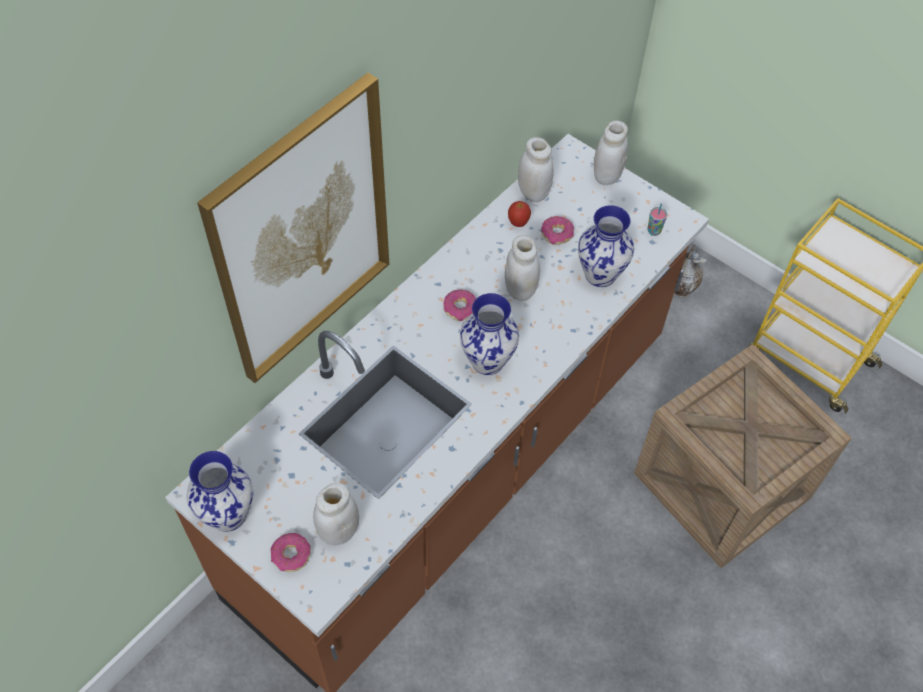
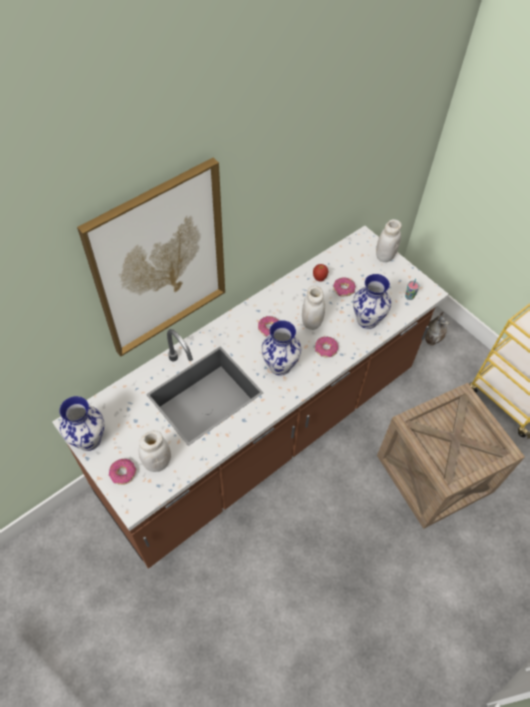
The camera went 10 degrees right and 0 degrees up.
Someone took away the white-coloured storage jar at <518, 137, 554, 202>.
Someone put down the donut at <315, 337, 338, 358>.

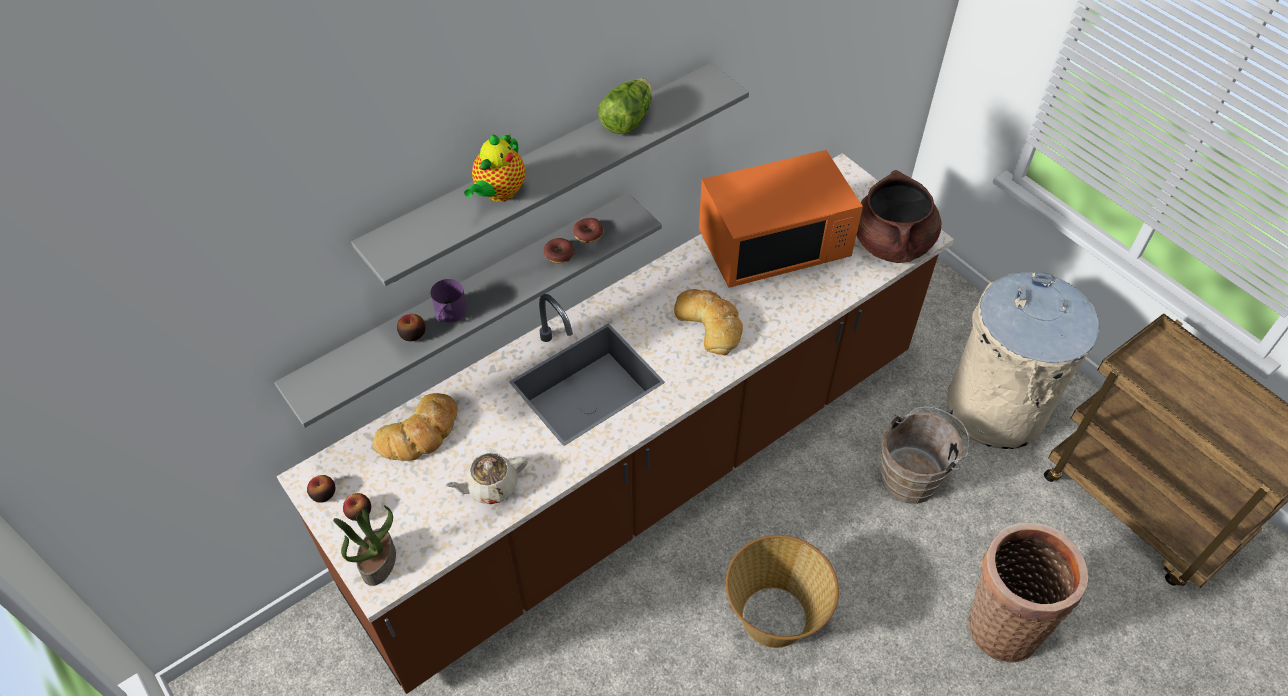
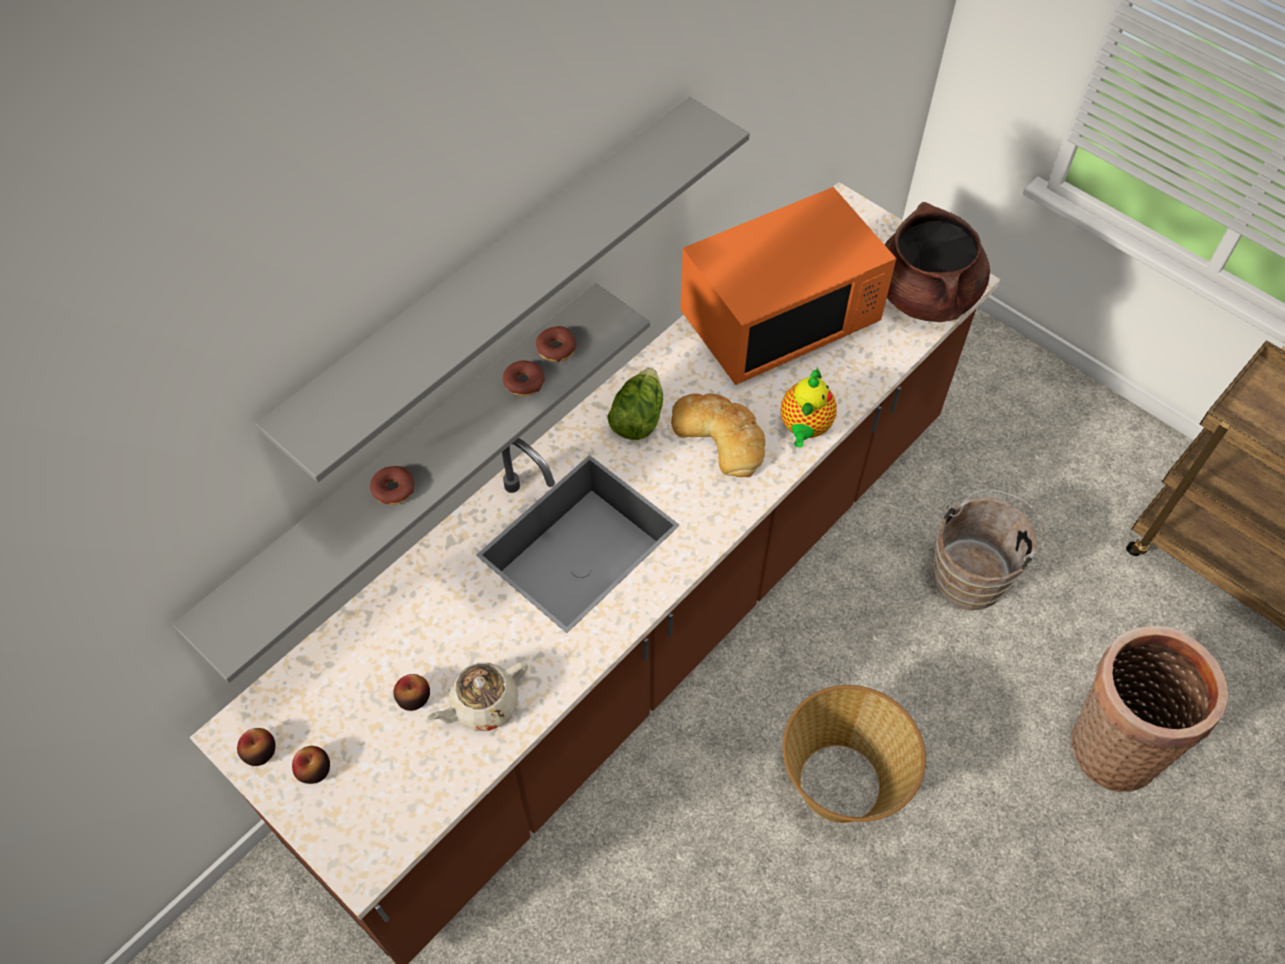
The camera went 10 degrees left and 5 degrees up.
Someone took away the plant in a pot at <333, 505, 396, 586>.
Someone took away the bread at <372, 393, 458, 461>.
Someone carried the apple from <397, 314, 426, 341> to <393, 674, 430, 711>.
Someone swapped the purple-coloured coffee mug at <430, 279, 466, 322> for the donut at <370, 466, 414, 505>.
Someone carried the pot for tea from <464, 134, 525, 202> to <781, 367, 837, 448>.
Someone carried the lettuce head from <598, 78, 652, 134> to <607, 368, 663, 440>.
Someone took away the beige trash can at <946, 272, 1100, 449>.

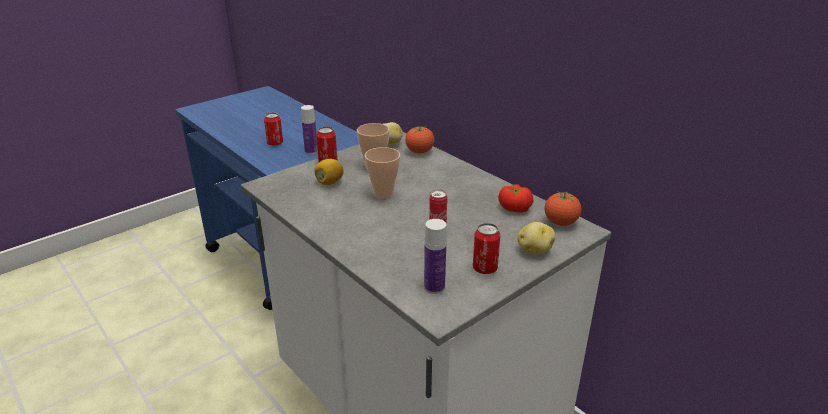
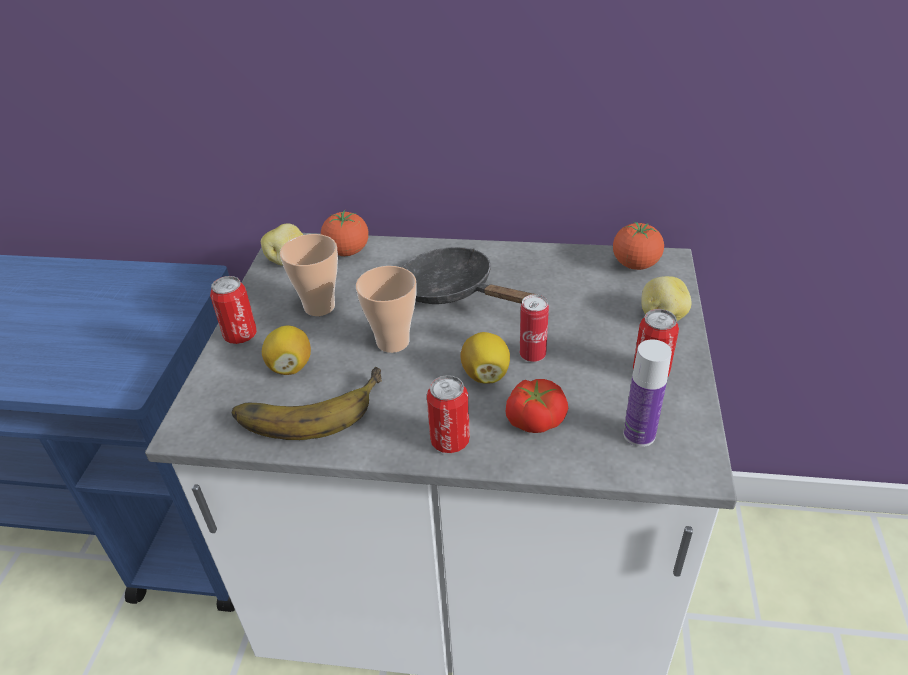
The camera went 40 degrees left and 10 degrees up.
Someone carried the metal can from <264, 113, 283, 146> to <427, 375, 470, 453>.
Someone took away the beverage bottle at <301, 105, 318, 154>.
Someone carried the fresh tomato from <498, 184, 533, 213> to <505, 379, 568, 433>.
Someone put down the banana at <232, 367, 382, 440>.
Someone put down the blackish skillet at <402, 247, 537, 304>.
Someone put down the whole lemon at <460, 332, 510, 383>.

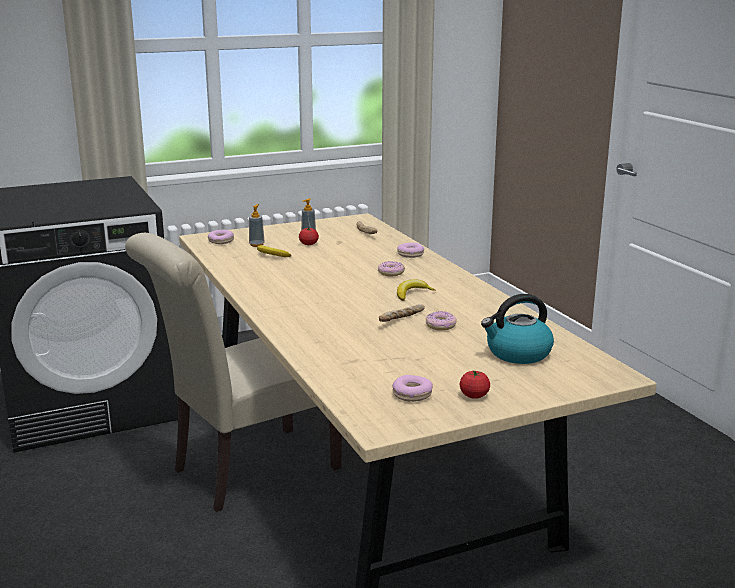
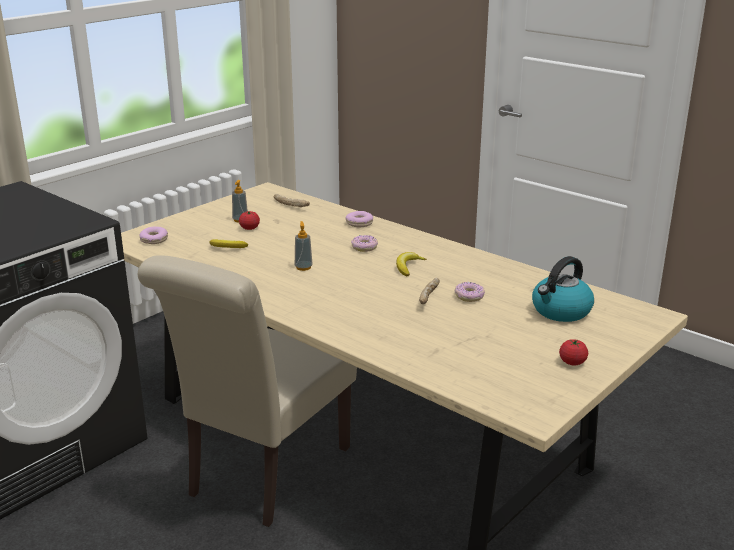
The camera went 25 degrees left and 5 degrees up.
Someone carried the soap bottle from <249, 204, 265, 247> to <295, 221, 313, 271>.
Someone took away the donut at <392, 375, 433, 402>.

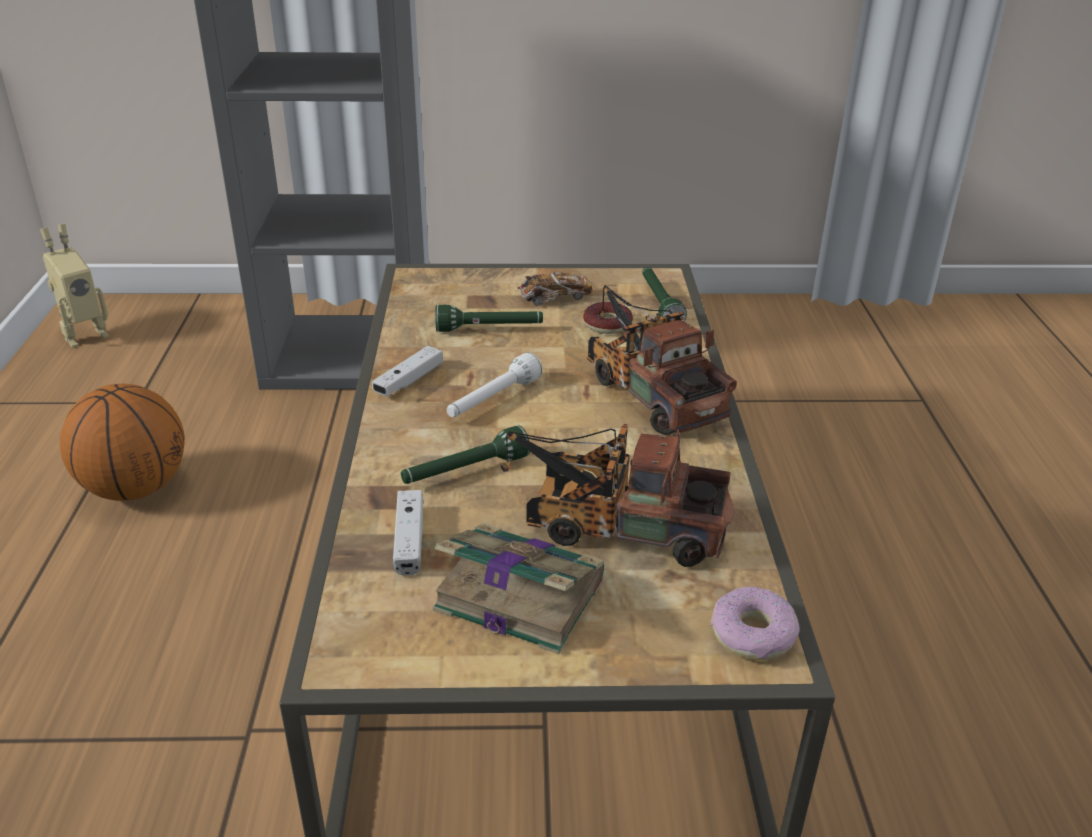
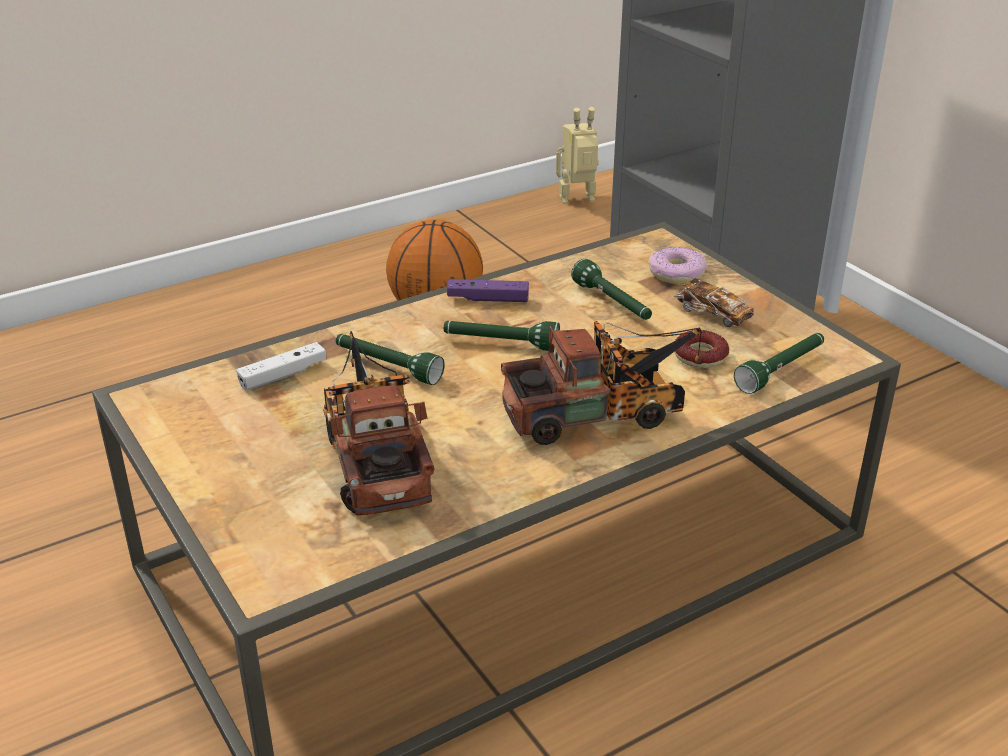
The camera went 60 degrees right and 0 degrees up.
Someone rotated the toy robot at <40, 224, 109, 348> by 150 degrees clockwise.
Someone repainted the white-coloured gamepad at <372, 346, 443, 396>, which became the purple-coloured gamepad at <447, 279, 529, 302>.
Someone took away the bound book at <433, 523, 604, 654>.
Someone repainted the white-coloured flashlight at <447, 352, 543, 417>, which became the greenish flashlight at <444, 321, 560, 351>.
Someone rotated the toy lorry at <587, 285, 737, 435> by 45 degrees clockwise.
Someone carried the donut from <711, 587, 800, 660> to <648, 247, 707, 284>.

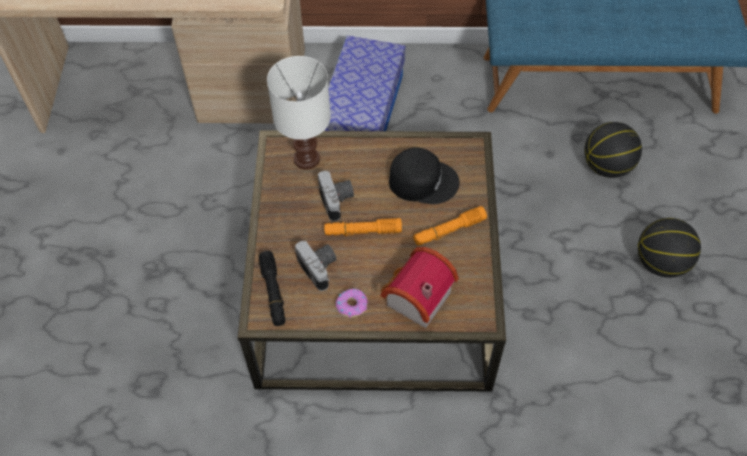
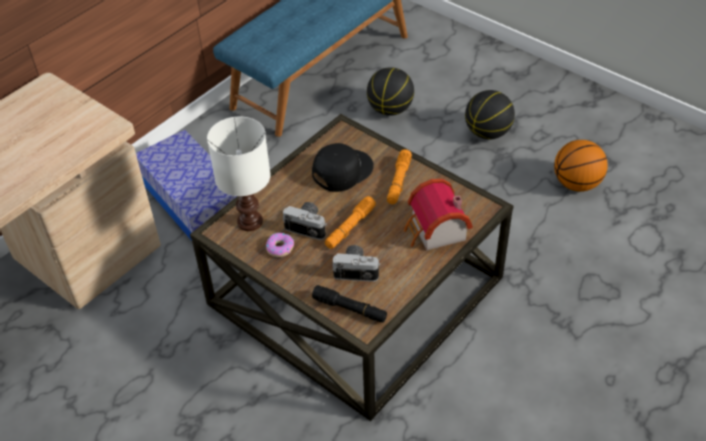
The camera went 50 degrees left and 10 degrees down.
Someone carried the donut from <336, 289, 368, 318> to <266, 233, 294, 257>.
Someone put down the basketball at <554, 140, 608, 192>.

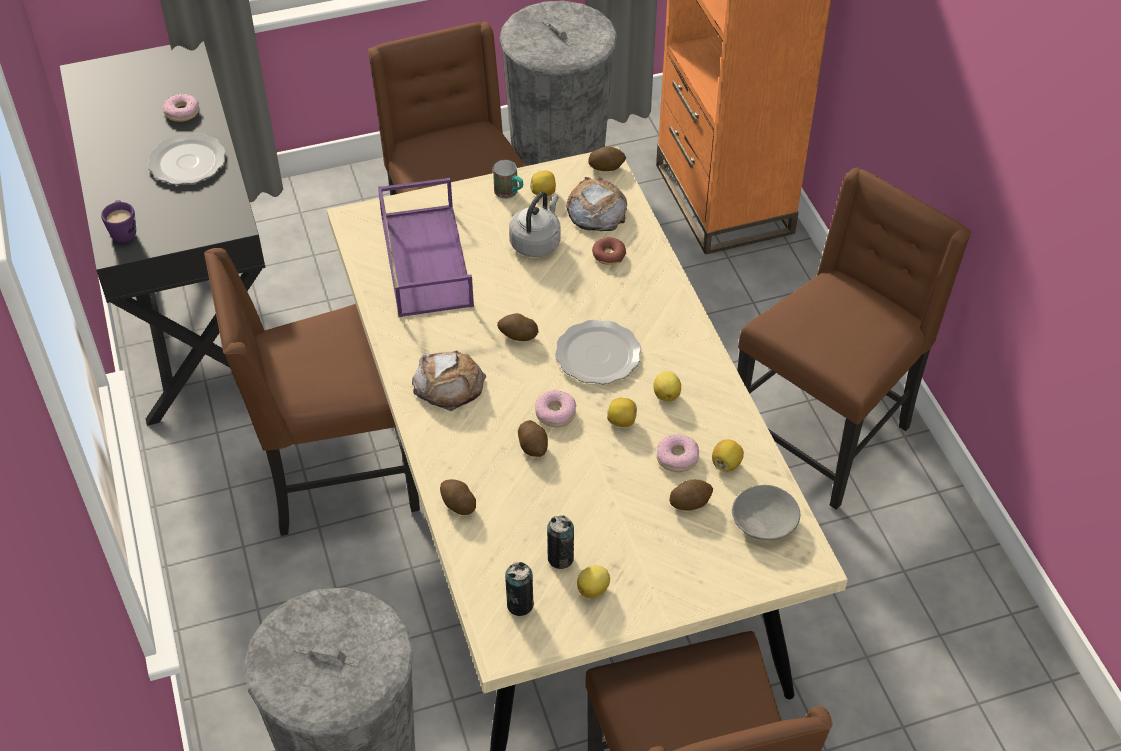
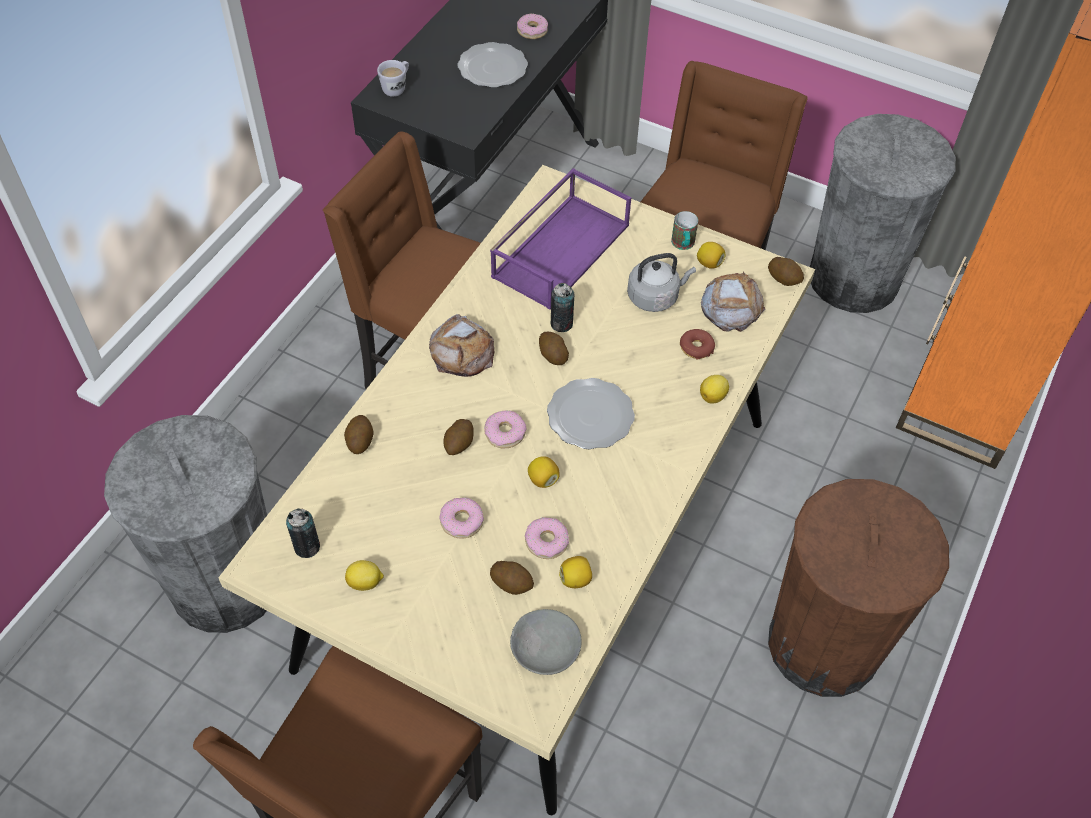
The camera went 45 degrees right and 5 degrees up.
Someone repainted the purple-coloured coffee mug at <101, 200, 136, 242>, which became the white-coloured coffee mug at <377, 60, 409, 97>.
Someone carried the metal can from <547, 515, 574, 569> to <550, 283, 574, 332>.
Someone carried the whole lemon from <654, 371, 681, 402> to <700, 375, 729, 404>.
Someone swapped the brown chair at <737, 167, 971, 510> for the brown trash can at <768, 479, 949, 697>.
Someone put down the donut at <439, 497, 484, 539>.

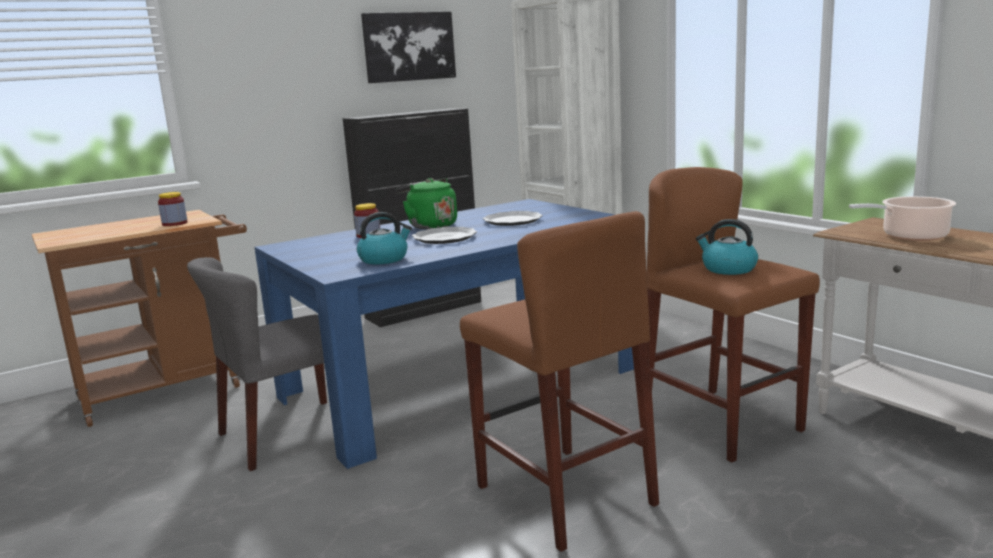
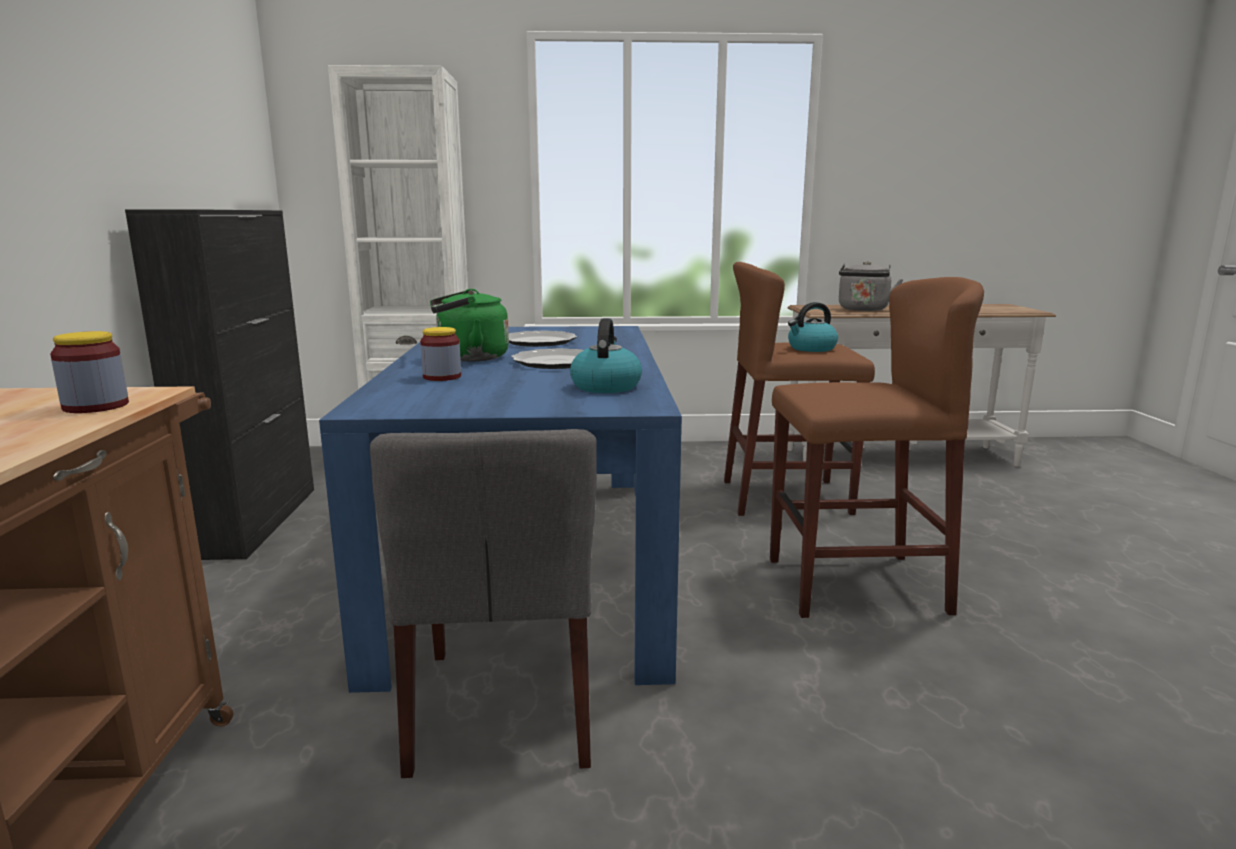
The camera went 60 degrees left and 0 degrees up.
Someone took away the picture at <361, 12, 456, 83>.
Someone swapped the cooking pot at <849, 196, 956, 241> for the gray tea kettle at <839, 261, 904, 311>.

